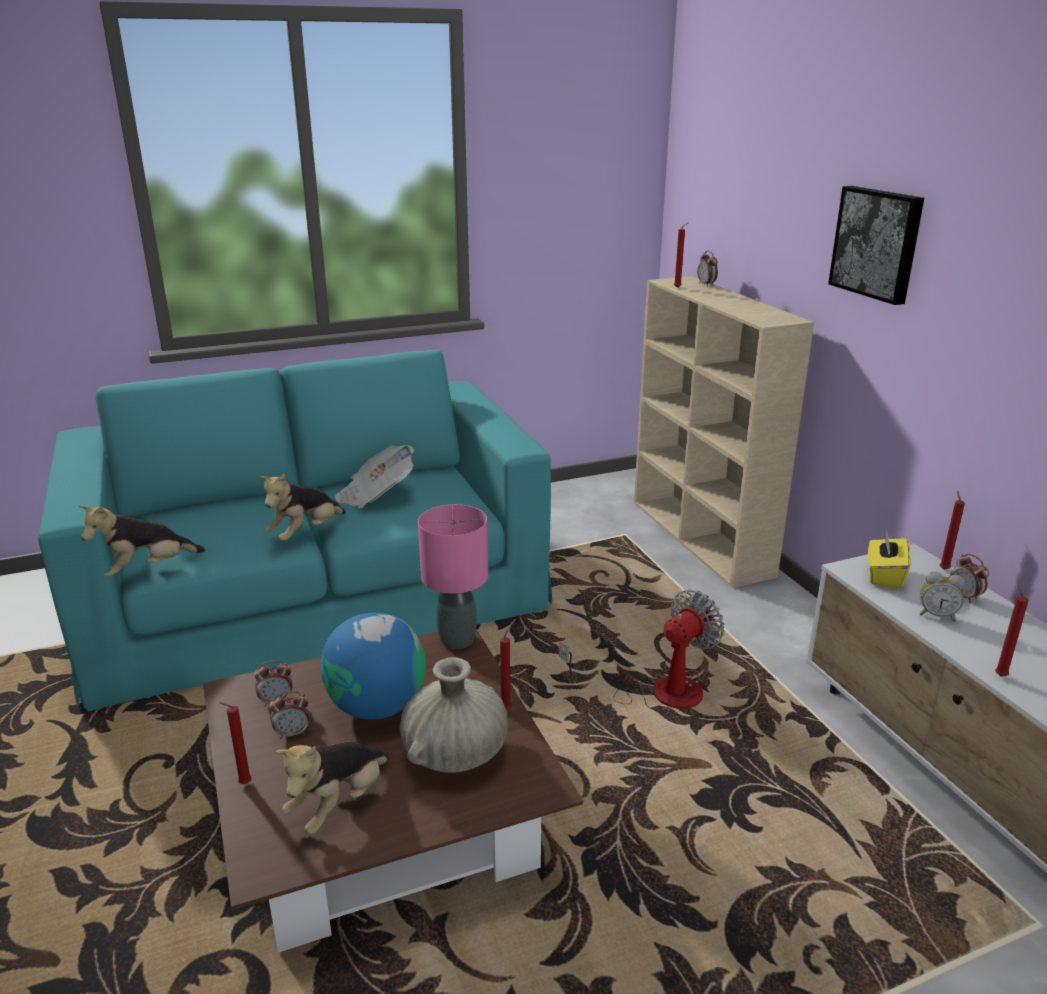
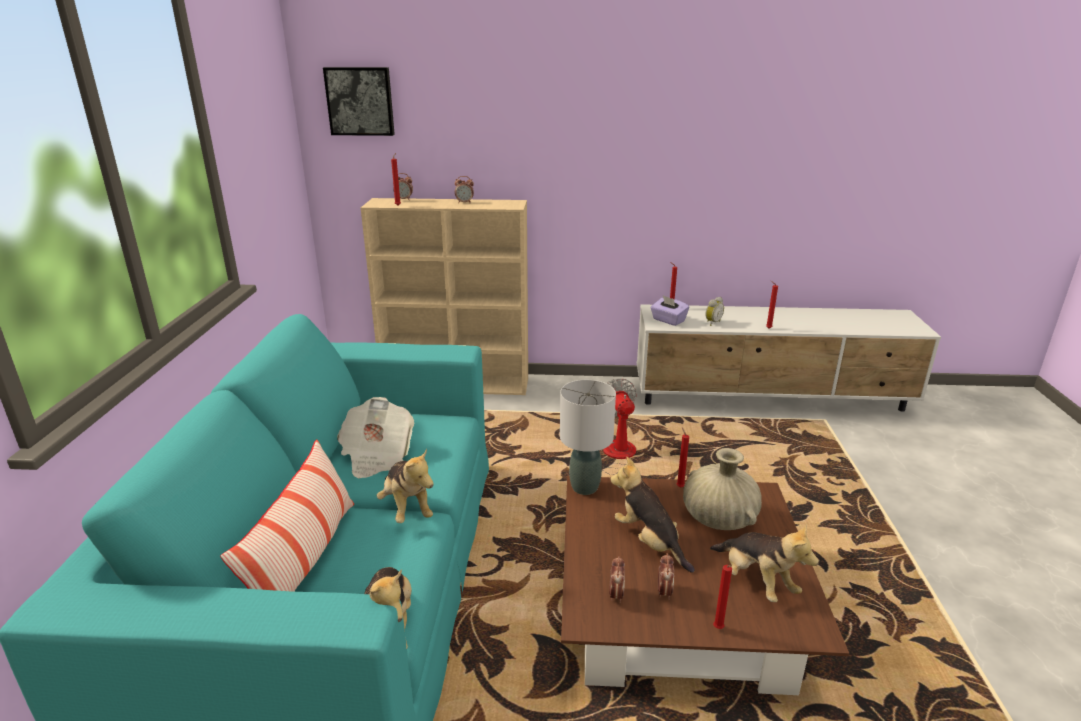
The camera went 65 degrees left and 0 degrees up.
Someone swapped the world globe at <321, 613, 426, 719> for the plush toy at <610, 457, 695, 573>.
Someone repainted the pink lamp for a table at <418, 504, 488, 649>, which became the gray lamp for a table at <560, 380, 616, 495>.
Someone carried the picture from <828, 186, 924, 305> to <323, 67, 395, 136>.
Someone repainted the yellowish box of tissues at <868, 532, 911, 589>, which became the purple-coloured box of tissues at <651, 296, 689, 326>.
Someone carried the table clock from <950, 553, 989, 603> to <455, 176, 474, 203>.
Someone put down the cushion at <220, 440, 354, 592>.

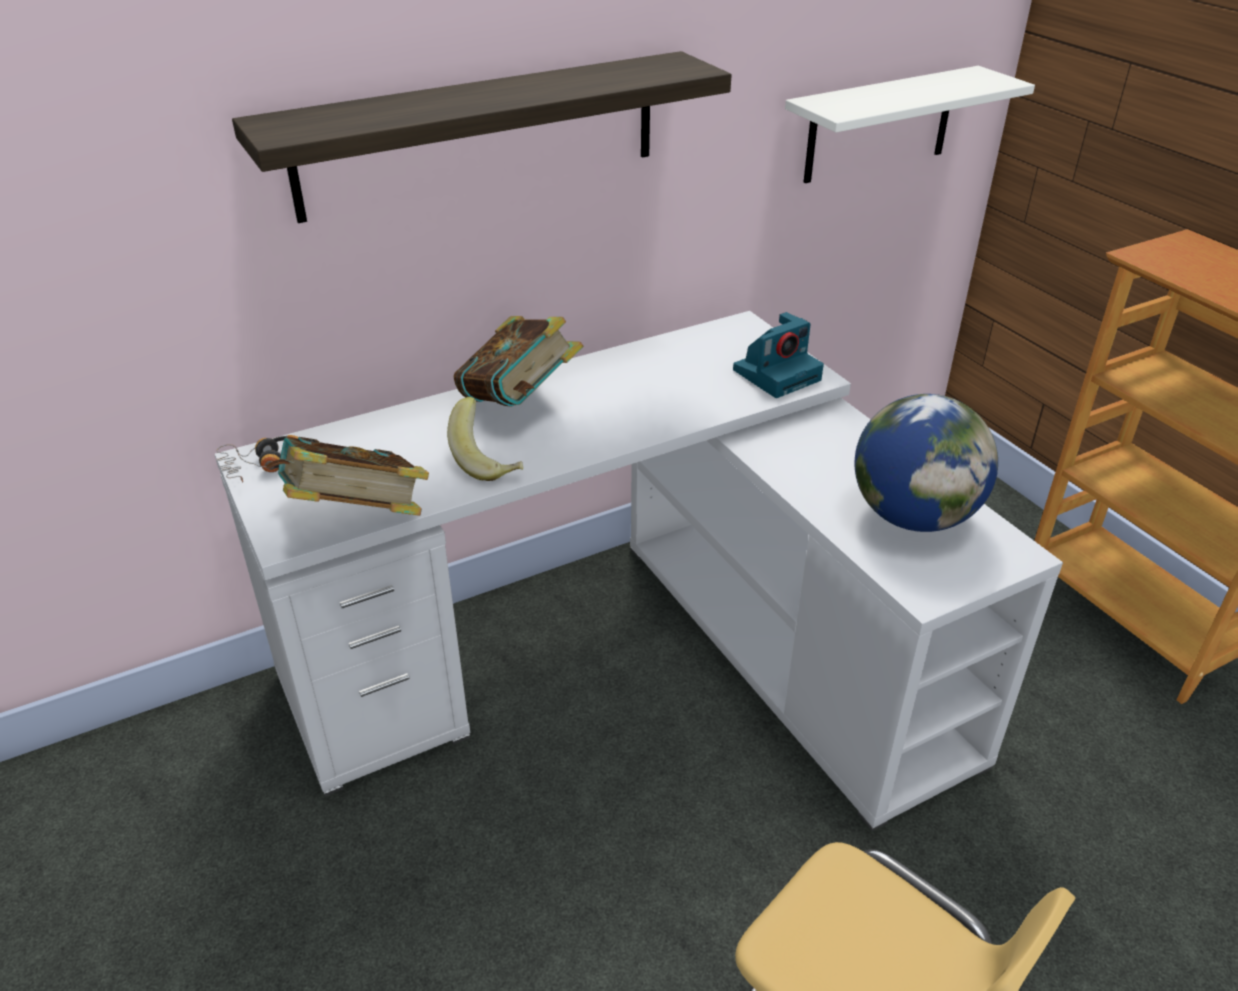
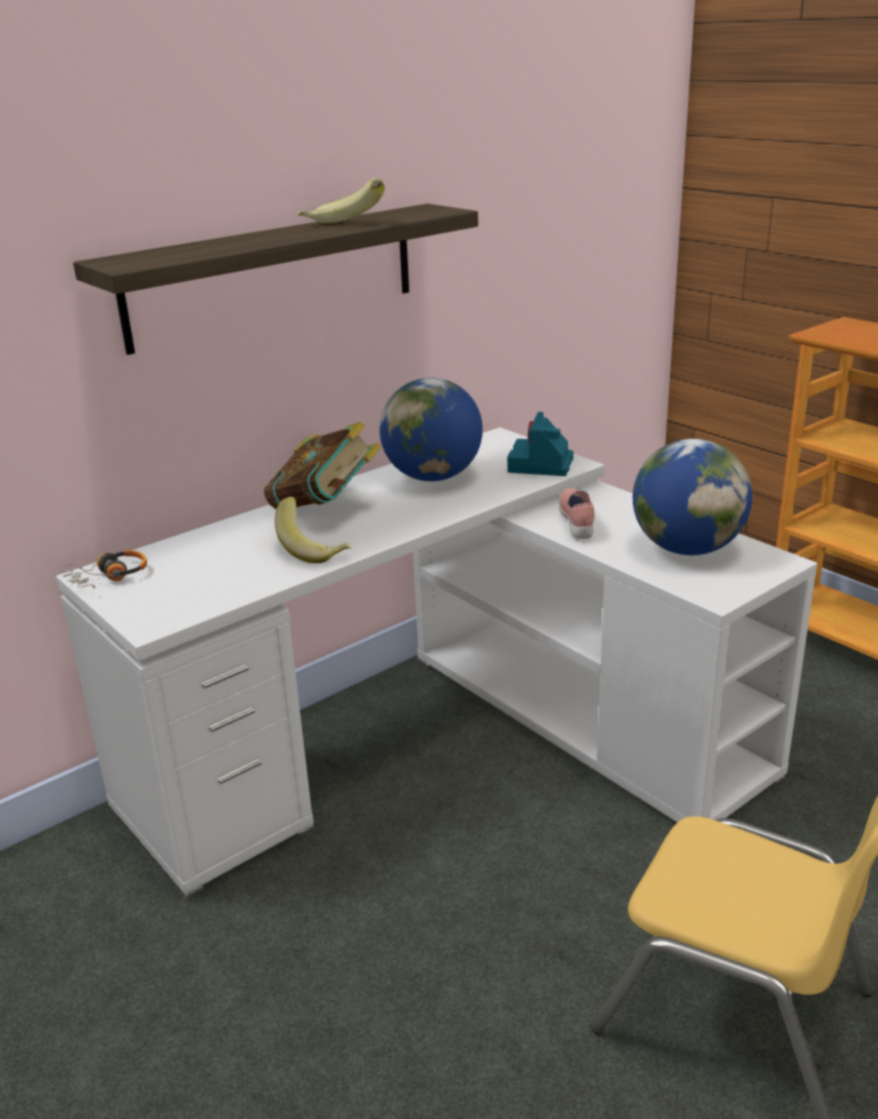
The camera went 10 degrees left and 10 degrees down.
Someone took away the bound book at <266, 437, 429, 516>.
Someone rotated the still camera at <733, 312, 824, 398> by 150 degrees clockwise.
Someone took away the white-coloured wall shelf at <785, 66, 1035, 183>.
Someone put down the banana at <297, 178, 385, 223>.
Someone put down the world globe at <380, 378, 483, 481>.
Someone put down the pink item of footwear at <559, 488, 595, 539>.

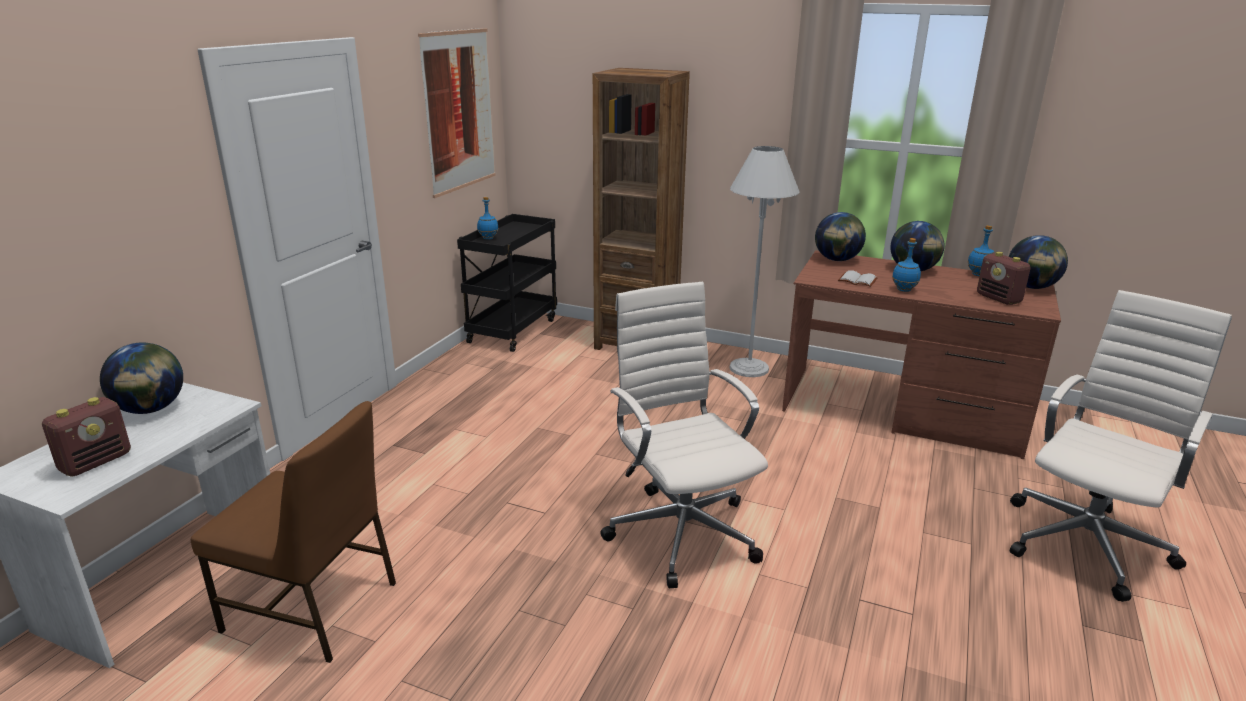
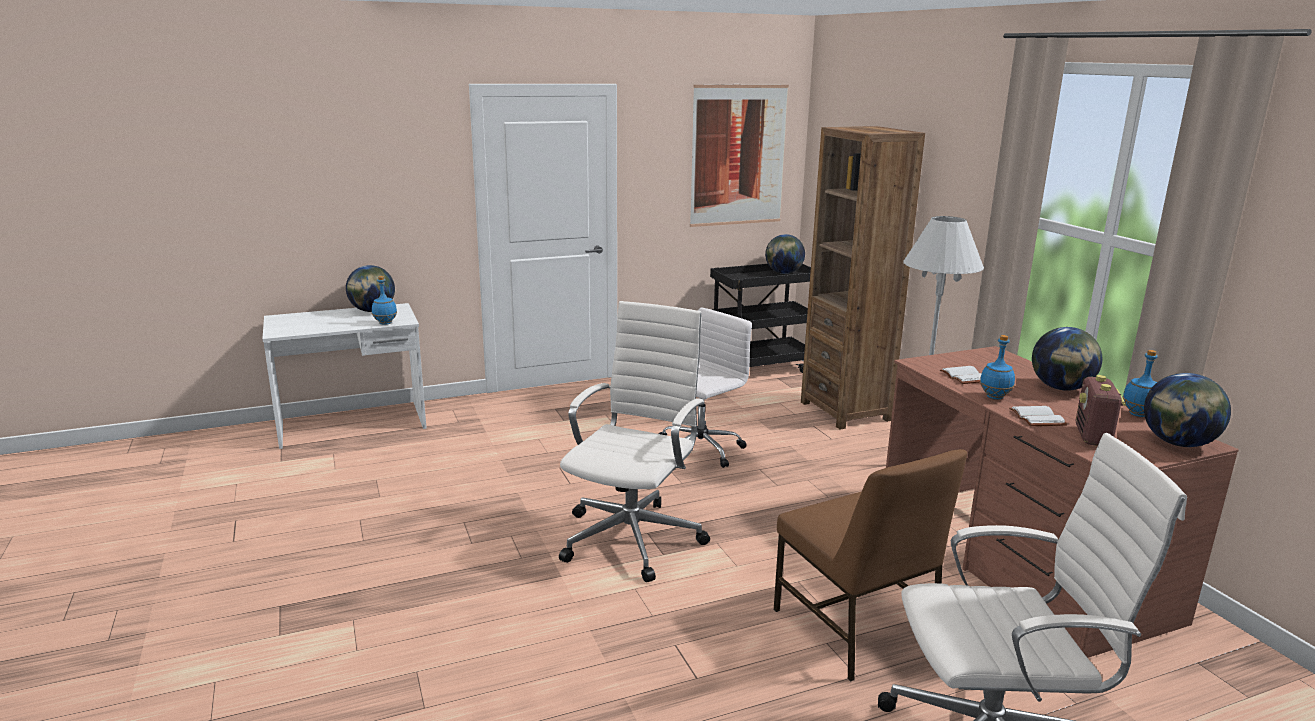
The camera went 45 degrees right and 5 degrees down.
Someone took away the radio receiver at <42, 397, 131, 477>.
Someone carried the brown chair from <191, 401, 396, 663> to <773, 449, 967, 682>.
Someone carried the blue beverage bottle from <477, 197, 499, 240> to <372, 276, 397, 325>.
Someone carried the world globe from <815, 212, 866, 261> to <765, 234, 805, 274>.
Someone put down the white-coloured office chair at <659, 308, 752, 468>.
Someone put down the white-coloured bound book at <1009, 406, 1068, 426>.

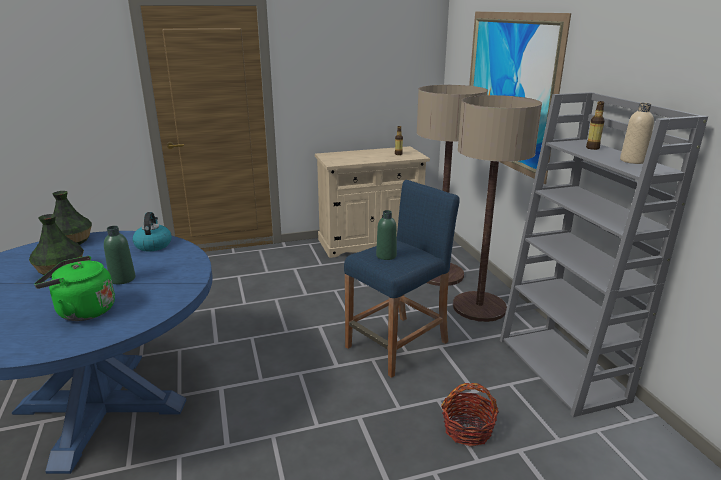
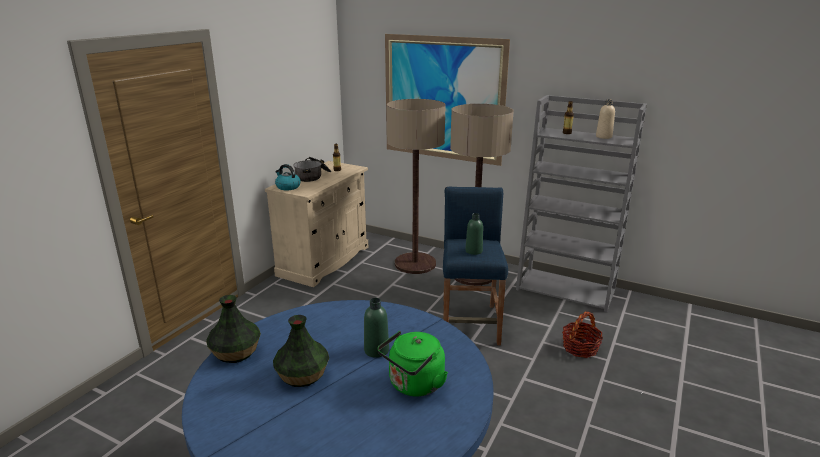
The camera went 45 degrees left and 0 degrees up.
Someone carried the tea kettle from <132, 212, 172, 251> to <275, 164, 301, 190>.
Someone put down the cooking pot at <294, 157, 331, 182>.

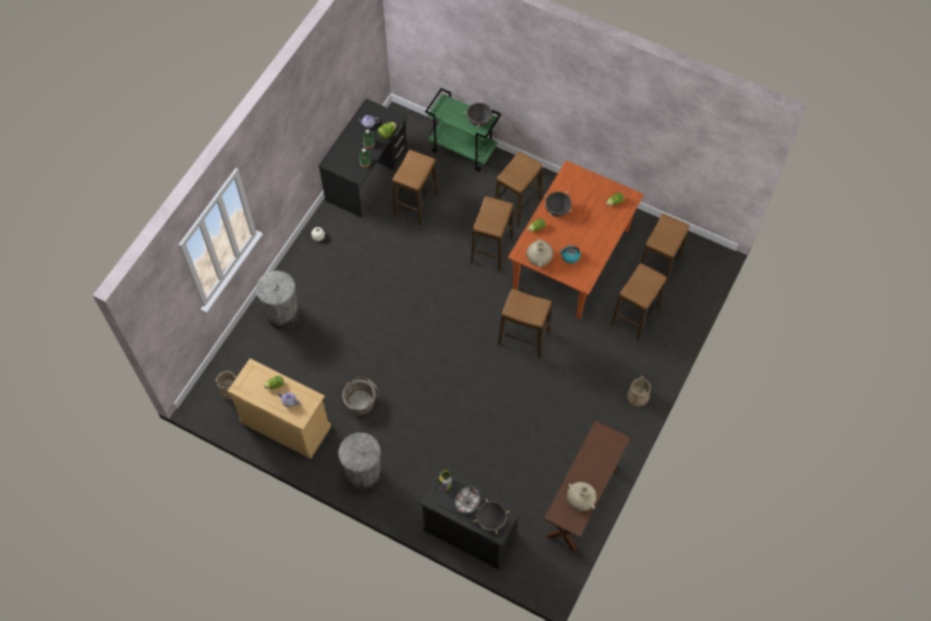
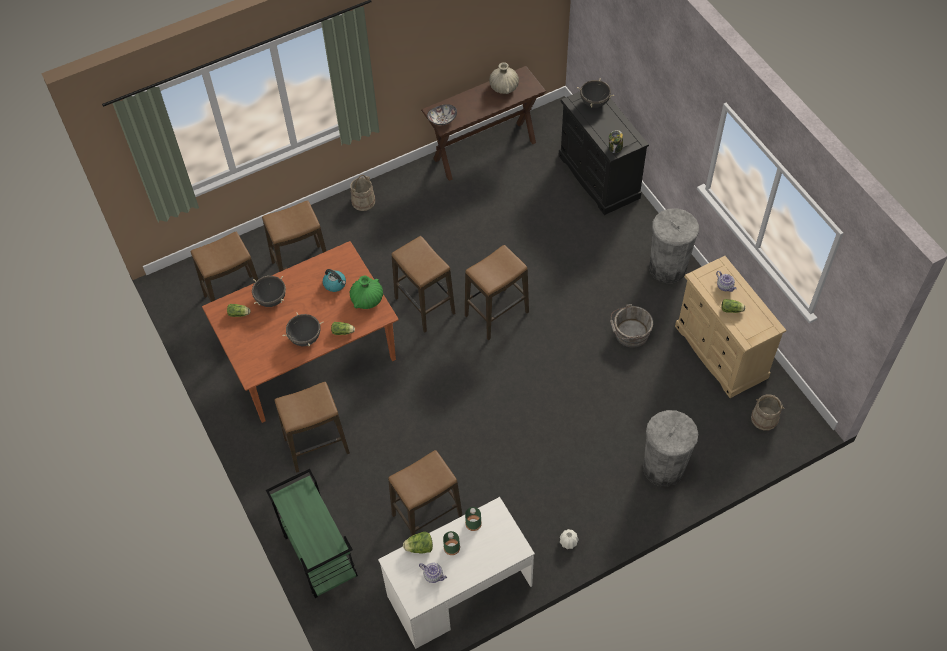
The camera went 145 degrees left and 5 degrees down.
Someone repainted the blackish desk unit at <318, 99, 407, 218>, which became the white-coloured desk unit at <378, 497, 535, 649>.
Someone carried the bowl from <454, 486, 481, 514> to <427, 104, 457, 125>.
Someone carried the blackish cooking pot from <465, 100, 495, 127> to <252, 276, 286, 307>.
Someone carried the sitting stool from <471, 196, 513, 271> to <465, 245, 529, 340>.
Someone repainted the beige decorative vase at <526, 239, 553, 267>, which became the greenish decorative vase at <350, 276, 383, 309>.

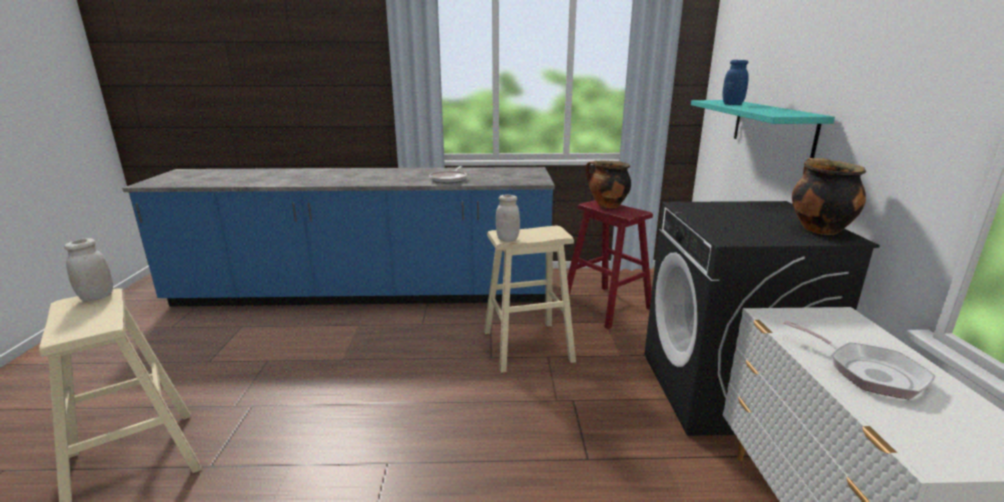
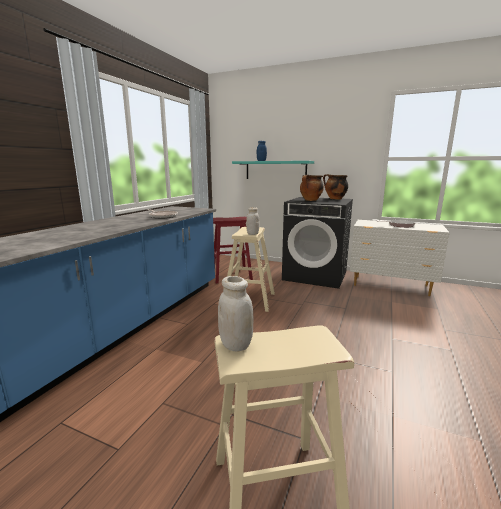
The camera went 65 degrees left and 5 degrees down.
Someone carried the cooking pot from <586, 161, 631, 208> to <300, 175, 324, 201>.

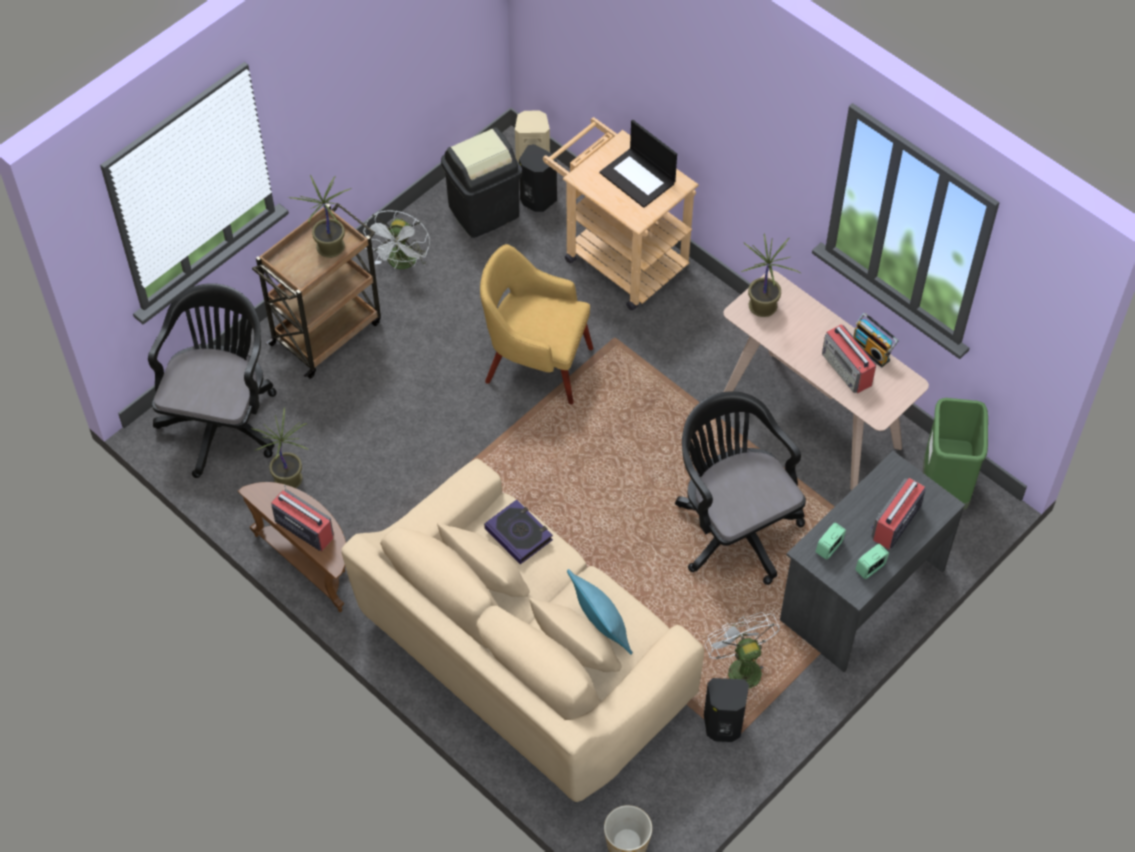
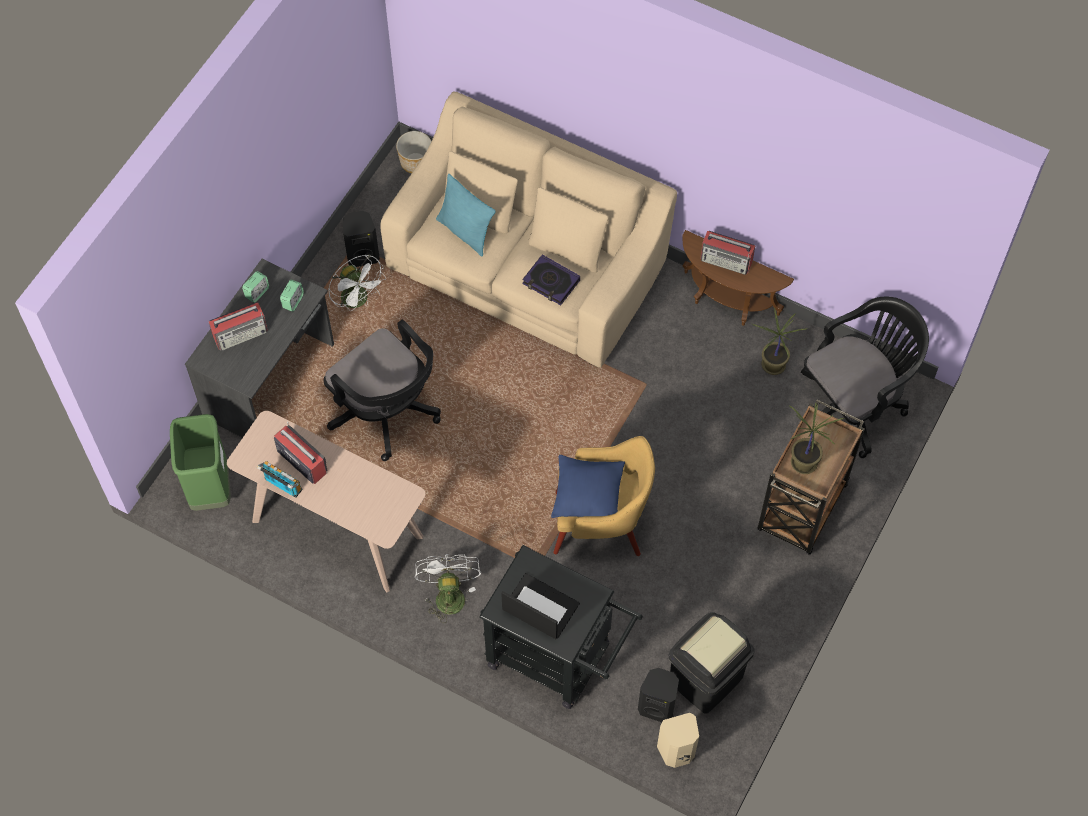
The camera went 165 degrees right and 5 degrees up.
Someone rotated the blackish office chair at <148, 283, 277, 478> by 120 degrees counterclockwise.
Someone carried the white-coloured fan from <363, 210, 430, 269> to <415, 554, 481, 623>.
Someone repainted the beige wheeled cart at <543, 117, 699, 310>, which became the blackish wheeled cart at <479, 545, 643, 709>.
Someone took away the plant in a pot at <741, 234, 800, 317>.
Someone rotated the radio receiver at <871, 478, 926, 549> by 45 degrees clockwise.
Someone put down the blue cushion at <551, 455, 625, 518>.

